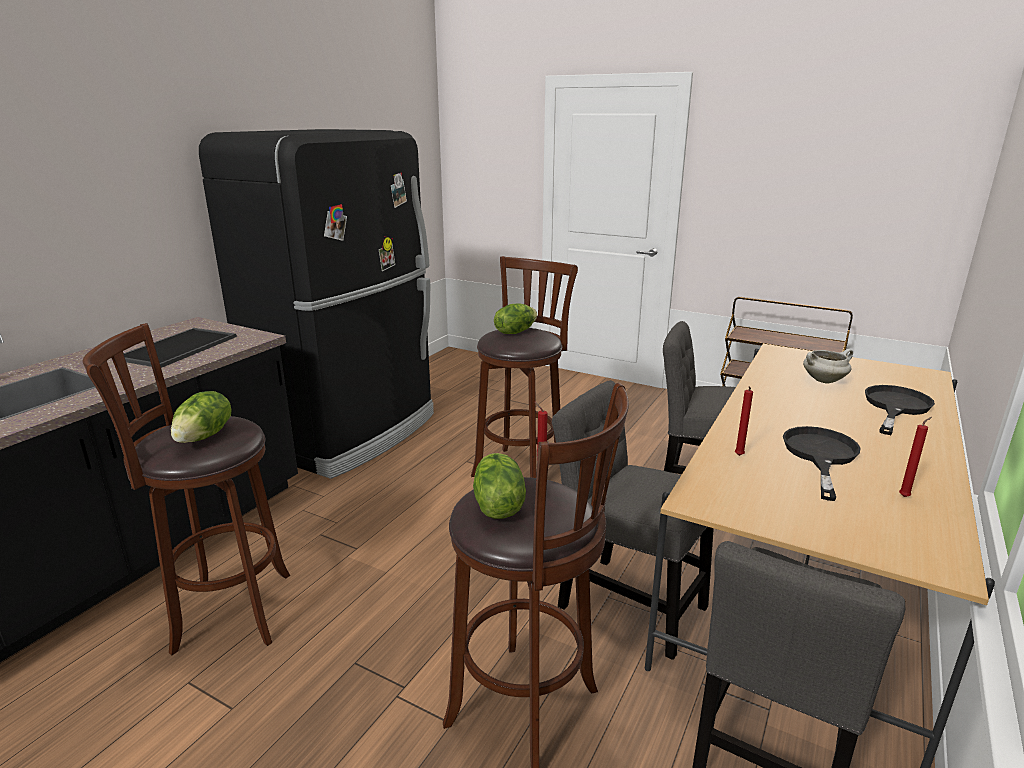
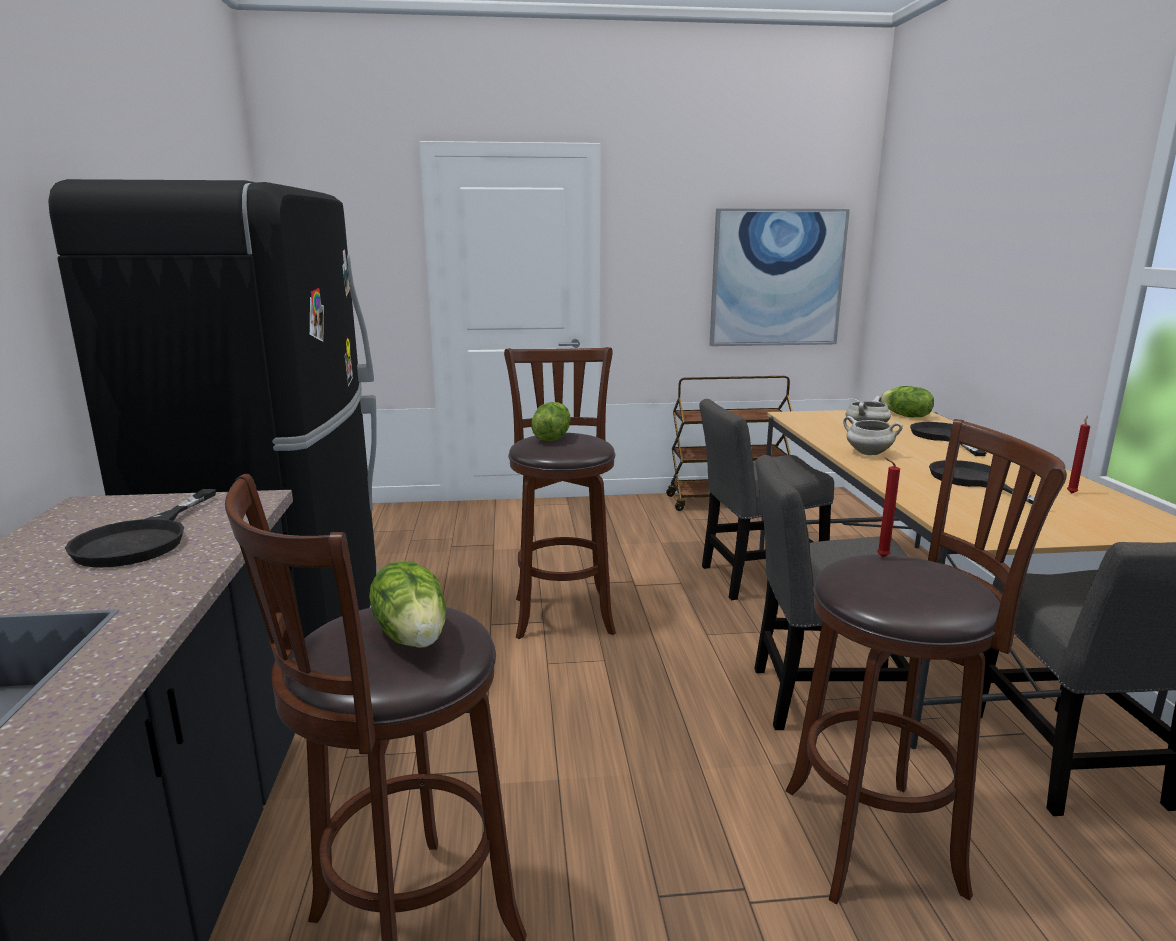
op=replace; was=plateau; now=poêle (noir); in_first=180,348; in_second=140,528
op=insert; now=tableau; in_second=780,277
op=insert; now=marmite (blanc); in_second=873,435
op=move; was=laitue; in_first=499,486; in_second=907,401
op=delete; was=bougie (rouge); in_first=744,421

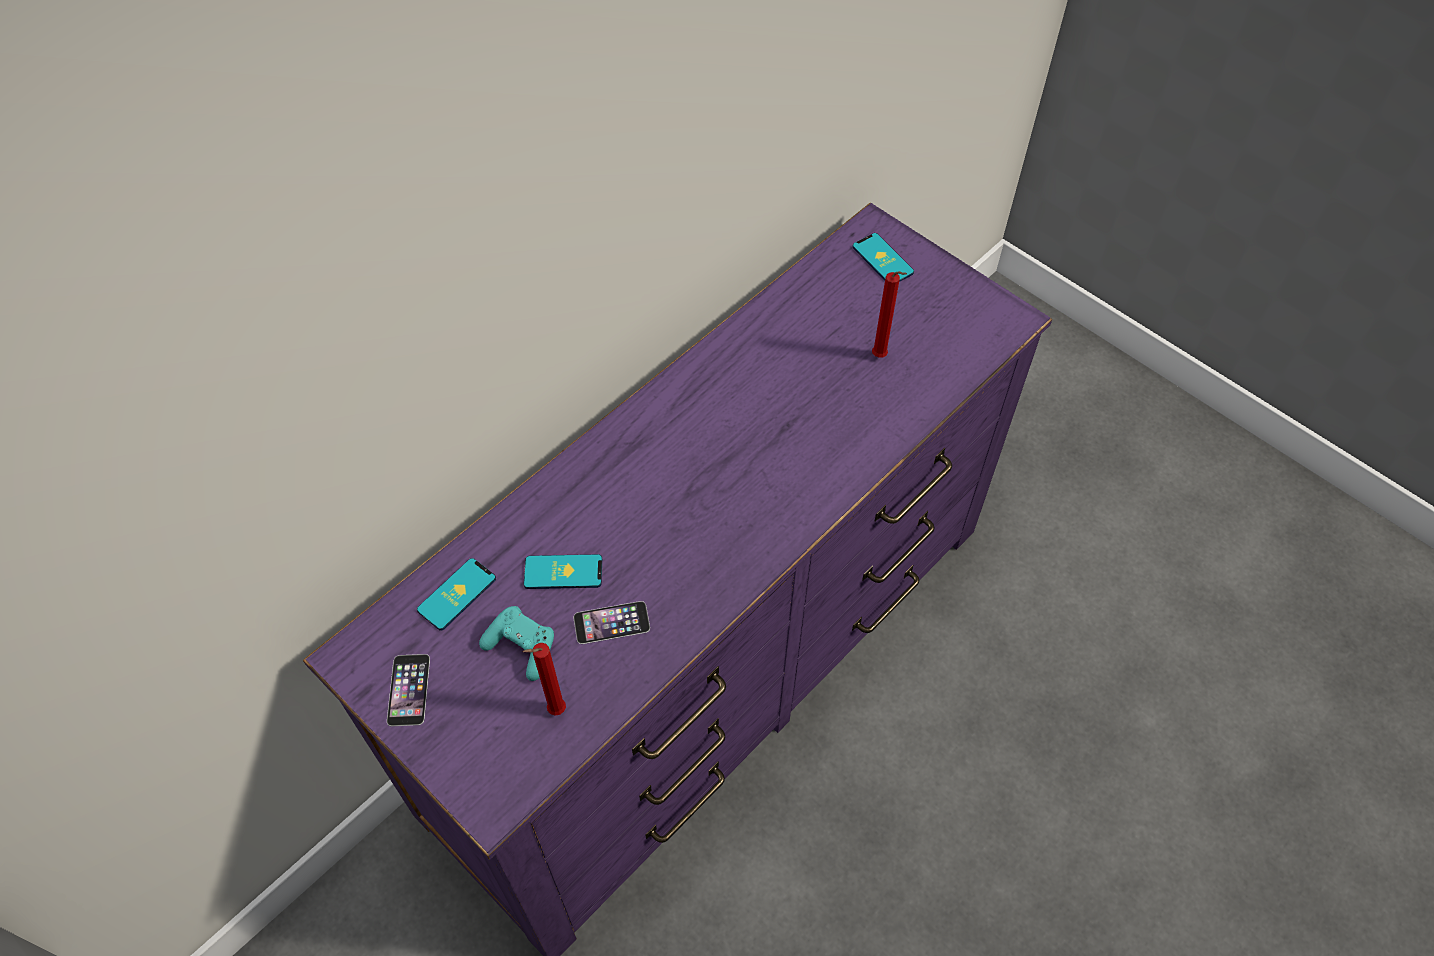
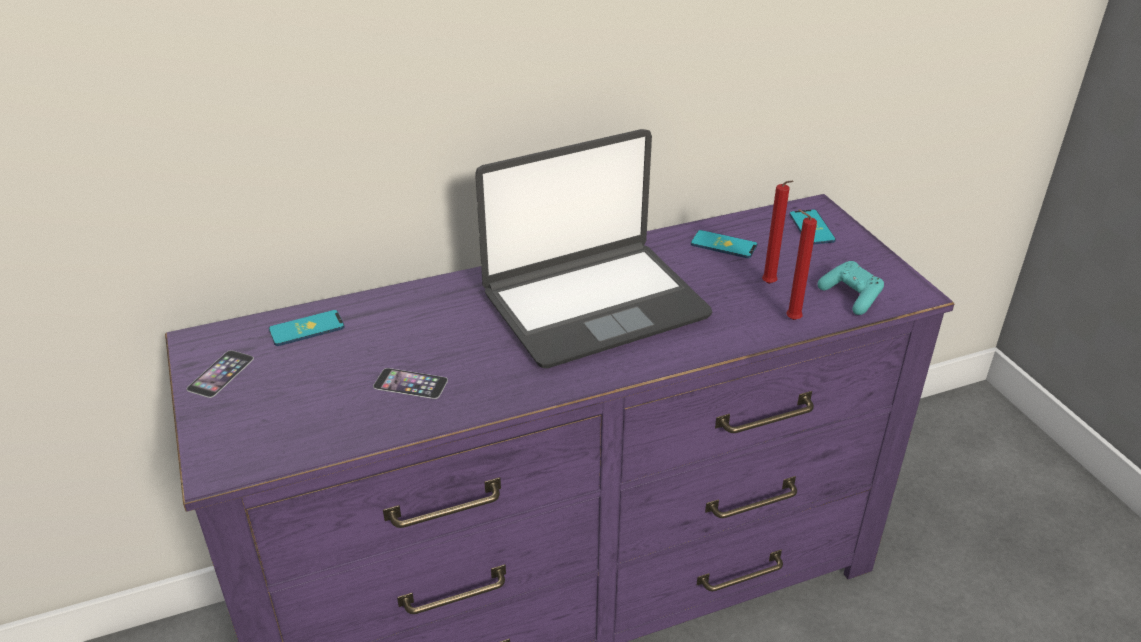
op=insert; now=ordinateur portable; in_second=593,248
op=move; was=téléphone; in_first=563,571; in_second=724,244
op=move; was=bougie (rouge); in_first=544,679; in_second=801,264
op=move; was=manette (turquoise); in_first=516,643; in_second=850,288

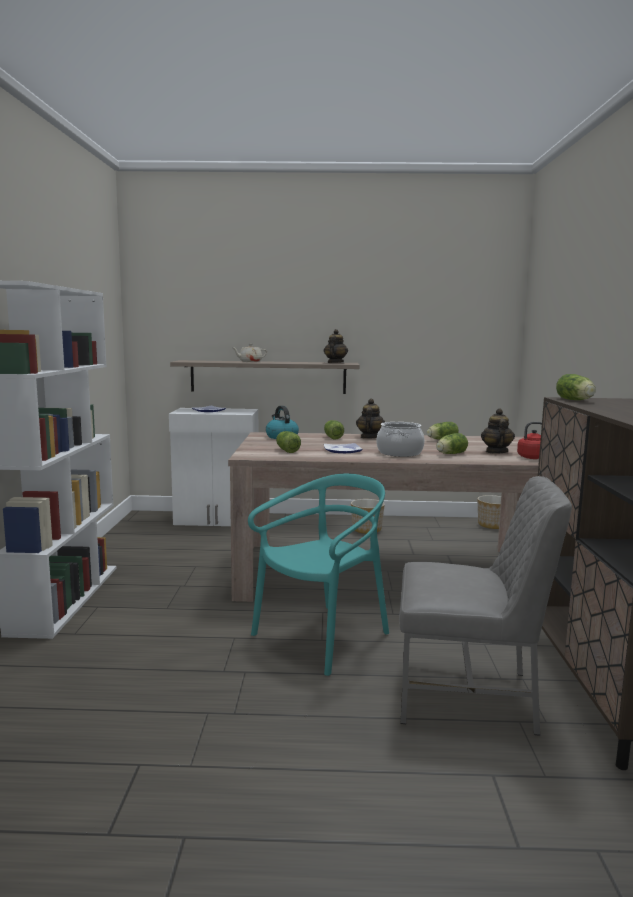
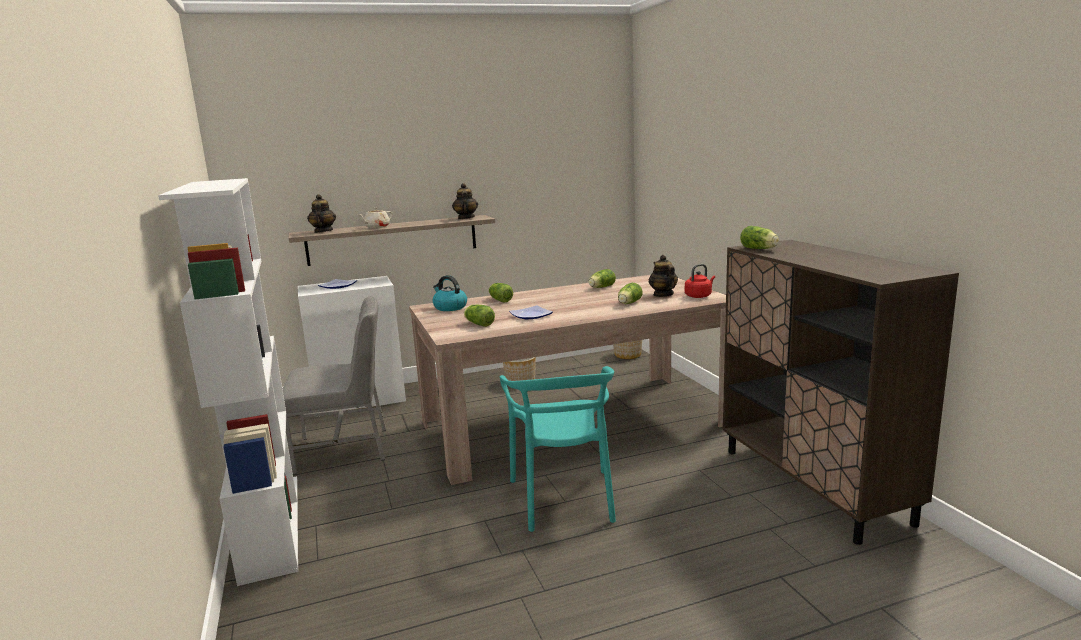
op=move; was=chaise (gris); in_first=485,606; in_second=334,385
op=move; was=théière; in_first=370,419; in_second=321,213
op=rotate; was=chaise (turquoise); in_first=318,575; in_second=558,449; clockwise=150
op=delete; was=marmite; in_first=400,439

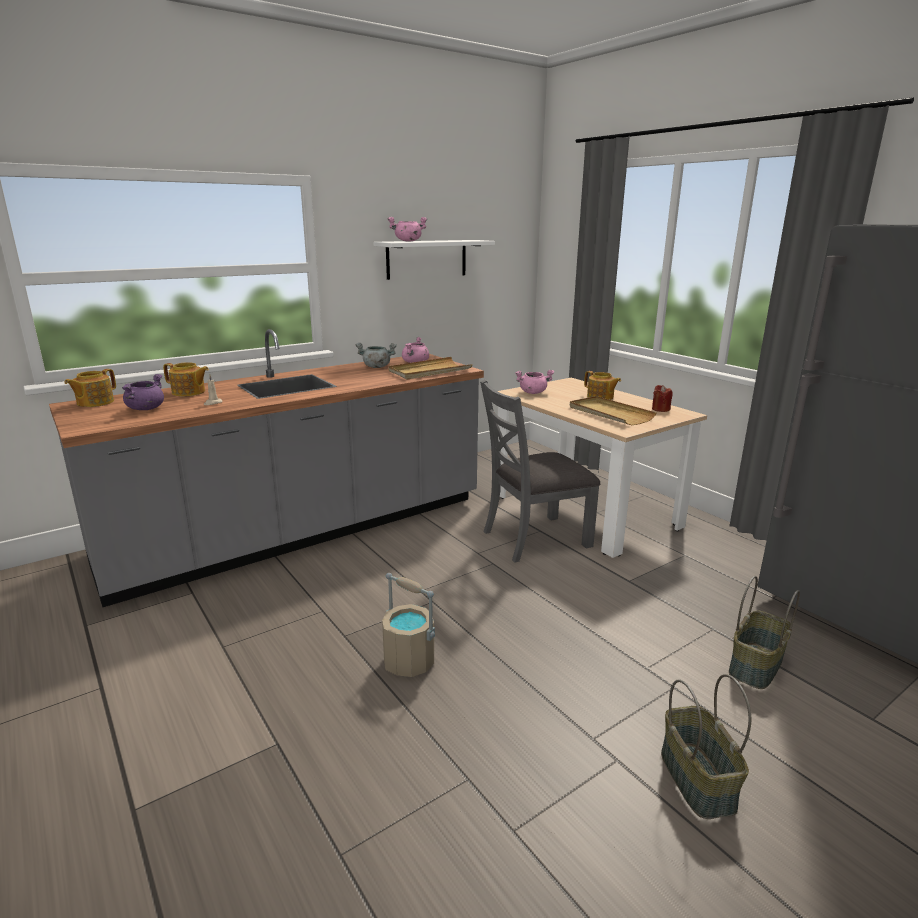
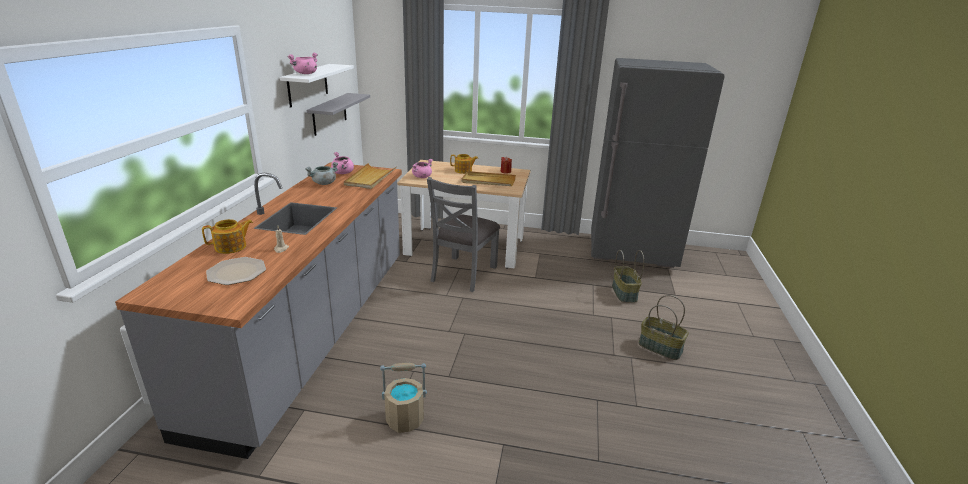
op=replace; was=marmite (violet); now=assiette; in_first=143,392; in_second=236,271
op=insert; now=étagère (gris); in_second=338,114
op=move; was=seau (beige); in_first=408,625; in_second=403,398
op=delete; was=théière; in_first=90,388

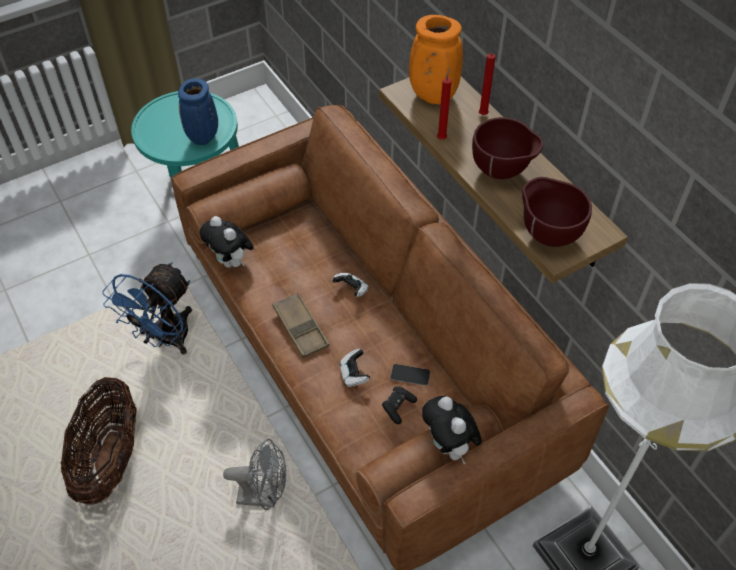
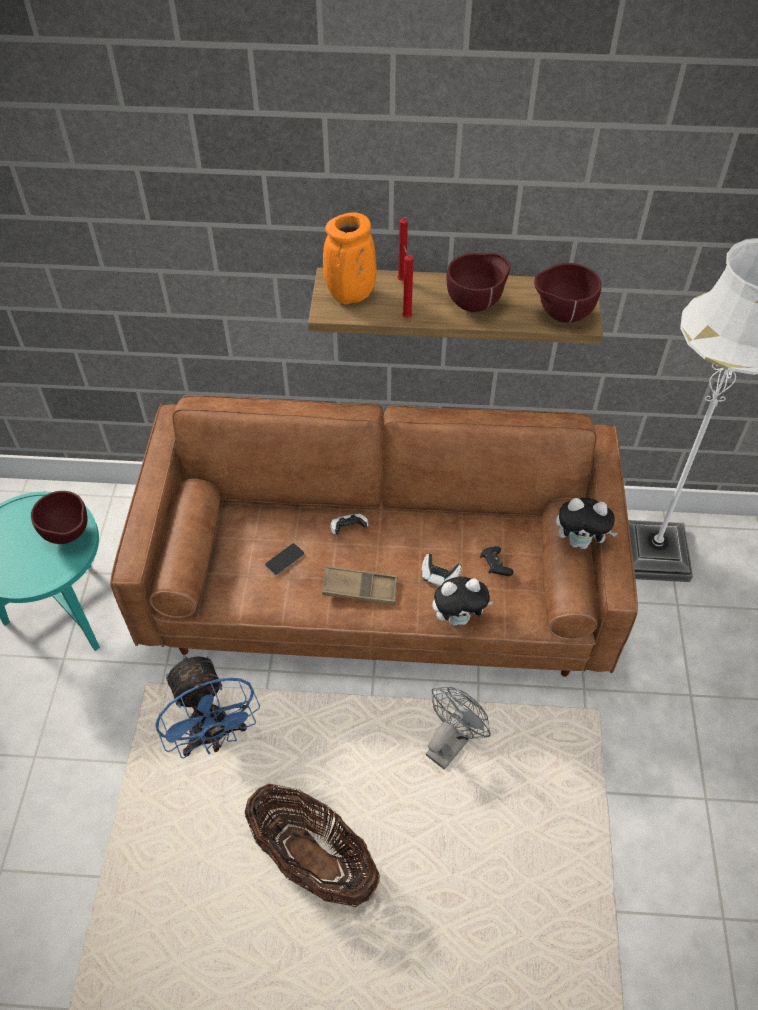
op=replace; was=vase (bleu); now=bol (marron); in_first=198,111; in_second=59,517
op=move; was=téléphone; in_first=410,375; in_second=284,559
op=move; was=peluche; in_first=226,242; in_second=463,601

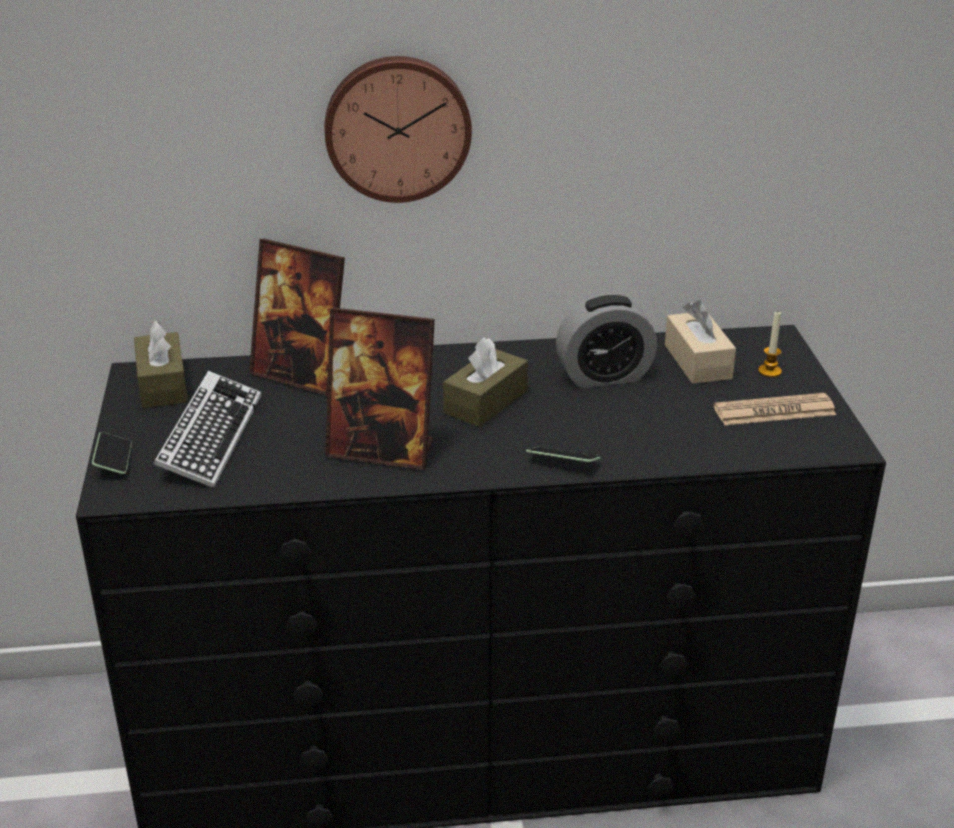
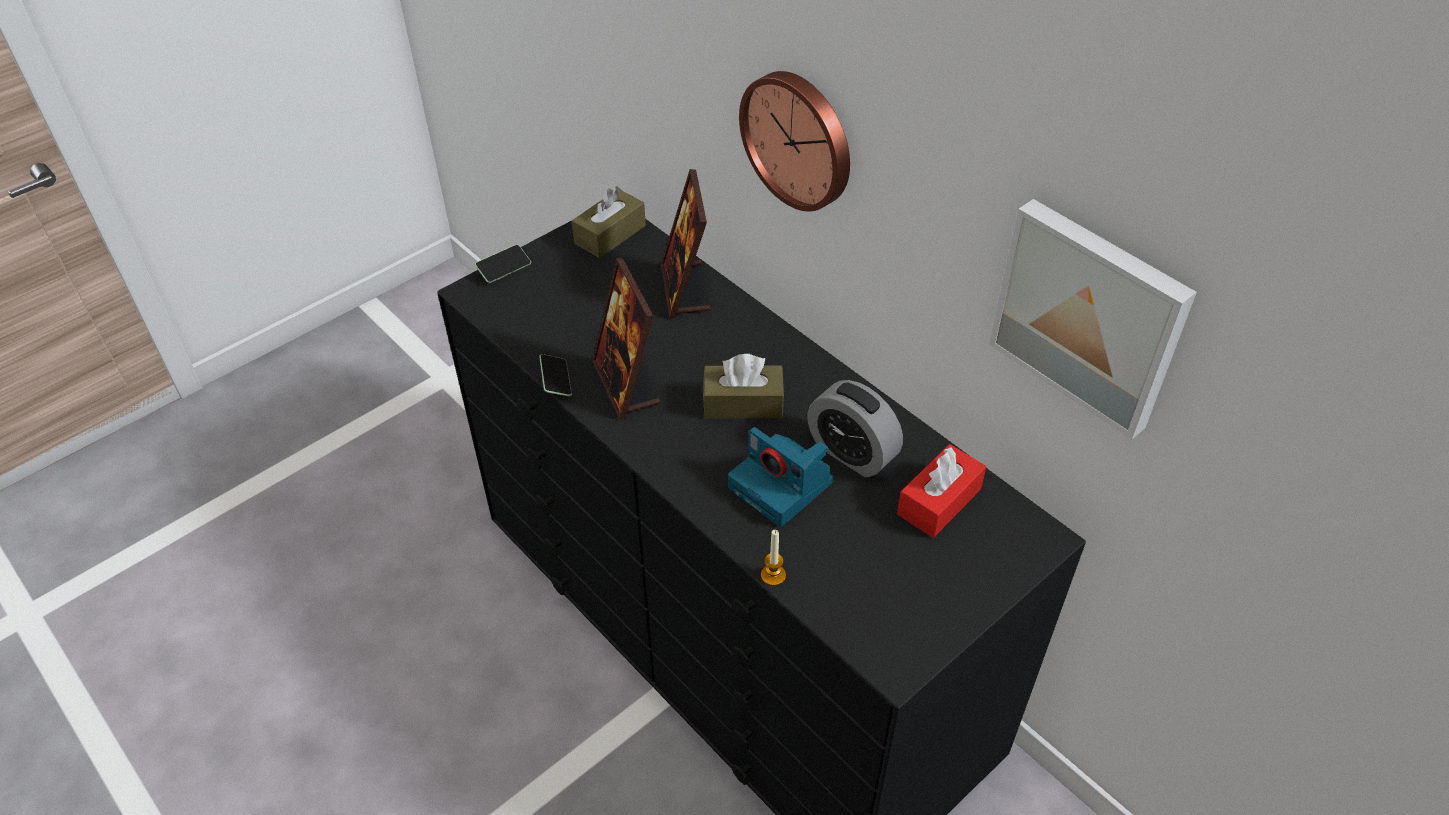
op=move; was=téléphone; in_first=563,454; in_second=555,375
op=insert; now=appareil photo; in_second=780,477
op=move; was=bougie; in_first=770,344; in_second=773,558
op=recolor; was=boîte à mouchoirs (beige); now=boîte à mouchoirs (rouge); in_first=700,342; in_second=941,491
op=insert; now=tableau; in_second=1093,319
op=delete; was=clavier; in_first=207,429
op=delete; was=journal; in_first=775,409

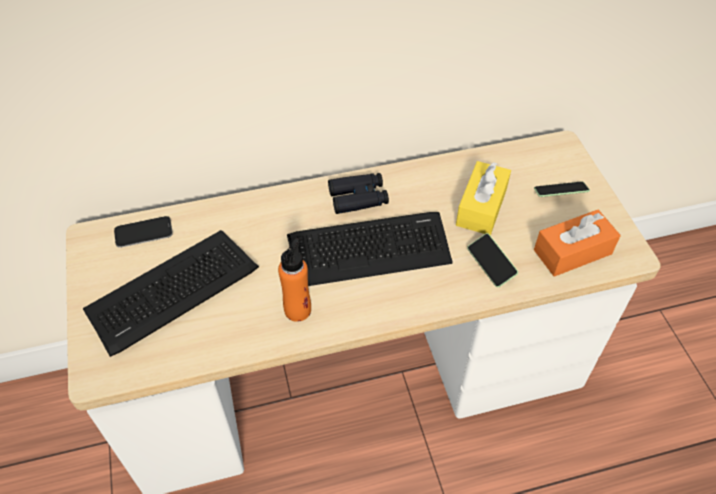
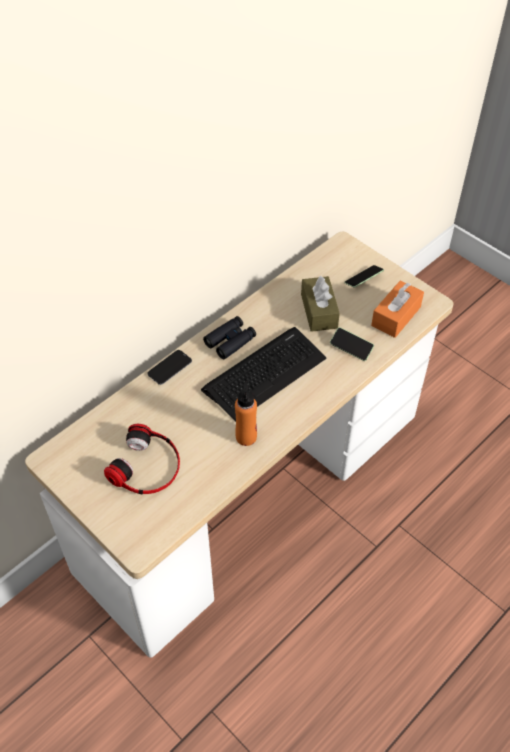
op=replace; was=clavier; now=casque audio; in_first=171,293; in_second=142,459
op=move; was=téléphone; in_first=143,232; in_second=169,367
op=recolor; was=boîte à mouchoirs (jaune); now=boîte à mouchoirs (marron); in_first=483,198; in_second=320,304

